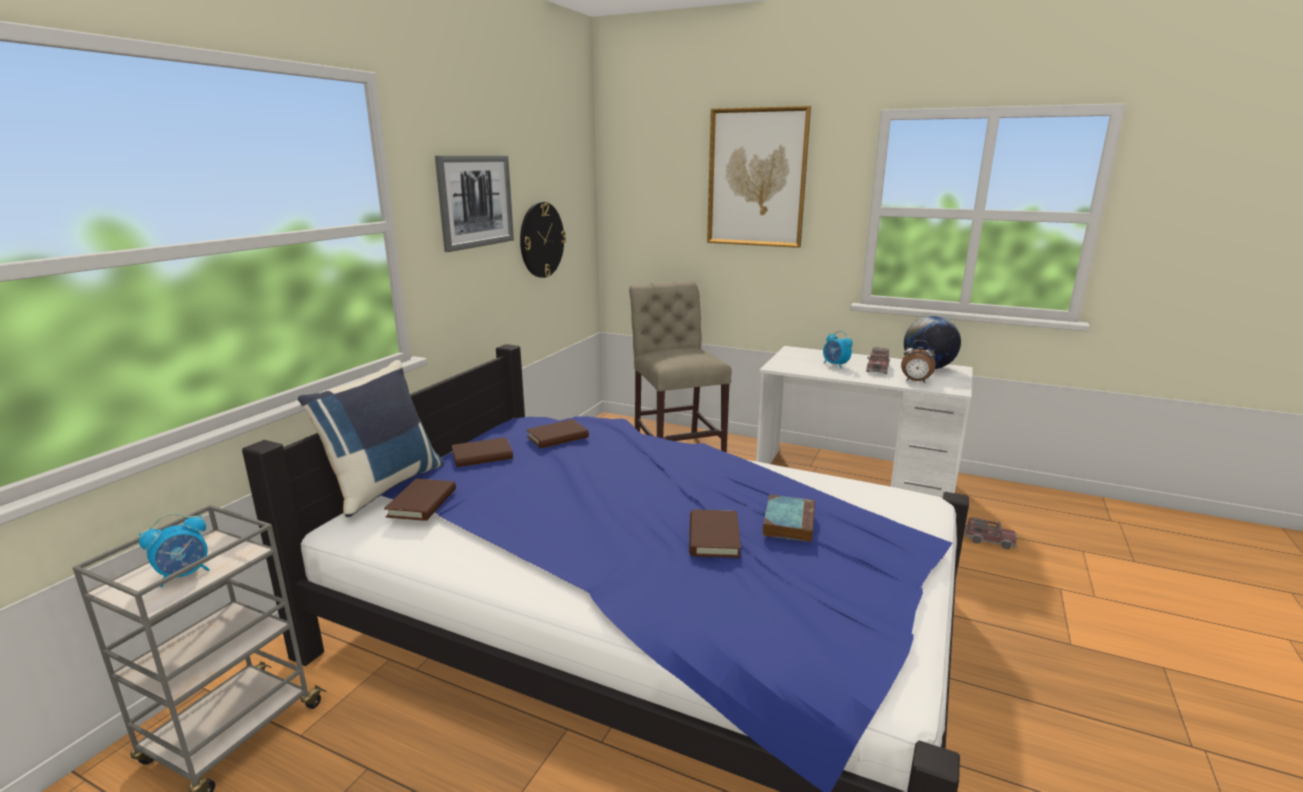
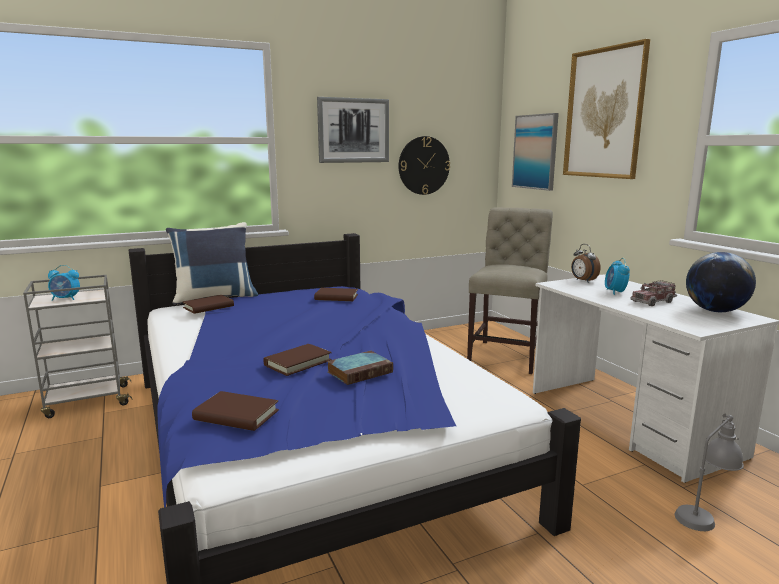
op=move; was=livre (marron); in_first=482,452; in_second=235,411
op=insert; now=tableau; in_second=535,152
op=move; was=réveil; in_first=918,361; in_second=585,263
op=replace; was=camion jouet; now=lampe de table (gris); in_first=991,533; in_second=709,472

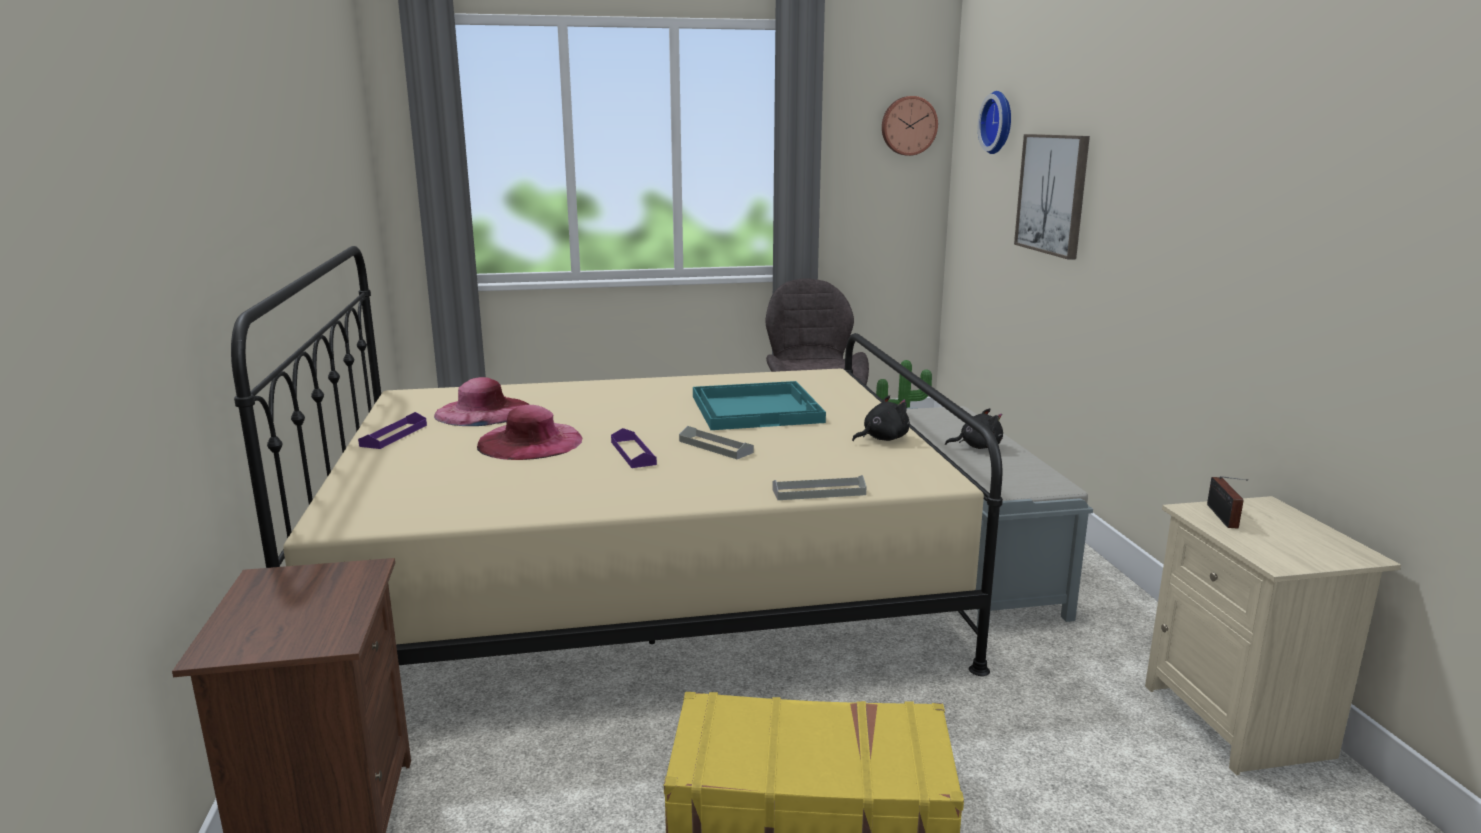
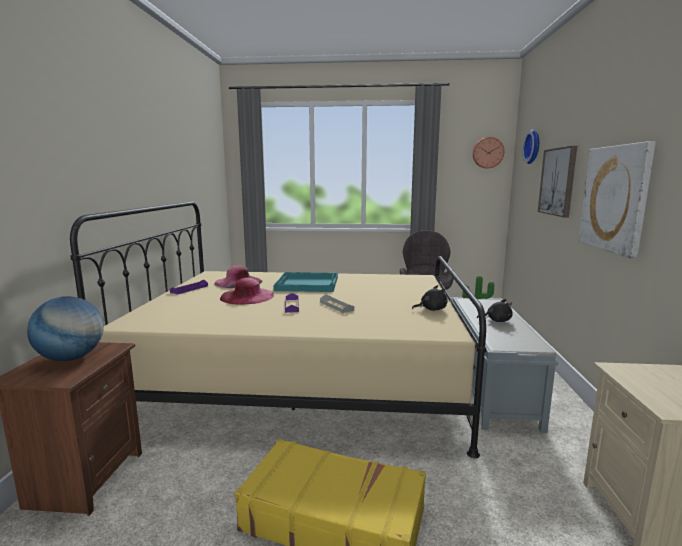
op=insert; now=globe; in_second=65,328
op=move; was=plateau (turquoise); in_first=759,405; in_second=305,282
op=insert; now=tableau; in_second=617,199
op=delete; was=plateau (gris); in_first=819,487
op=delete; was=radio; in_first=1227,502

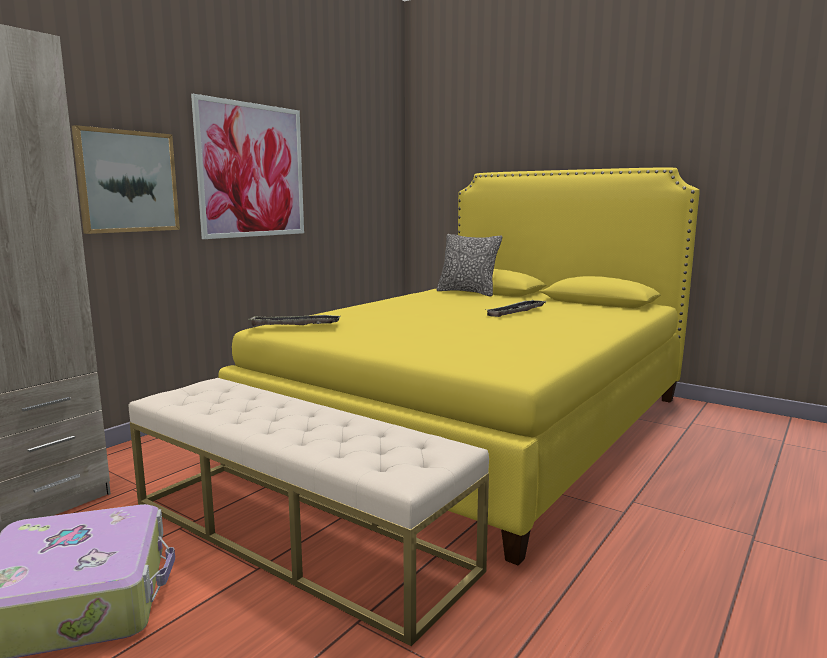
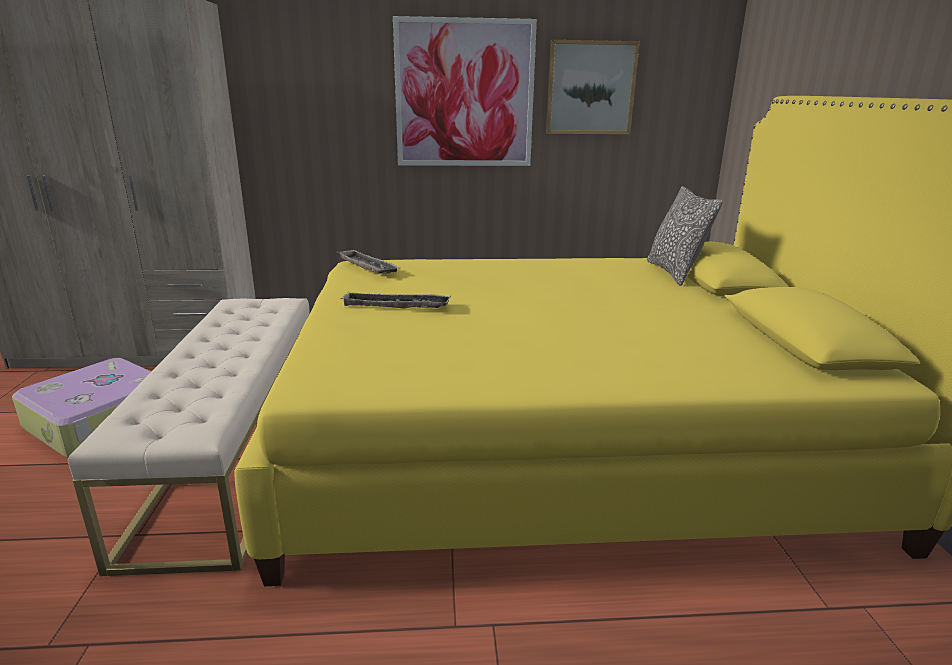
op=move; was=plateau; in_first=516,308; in_second=395,300
op=move; was=tableau; in_first=126,179; in_second=593,87

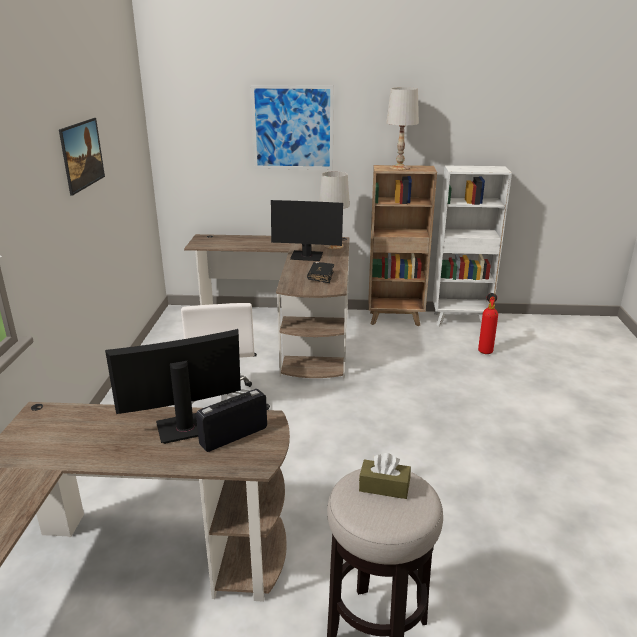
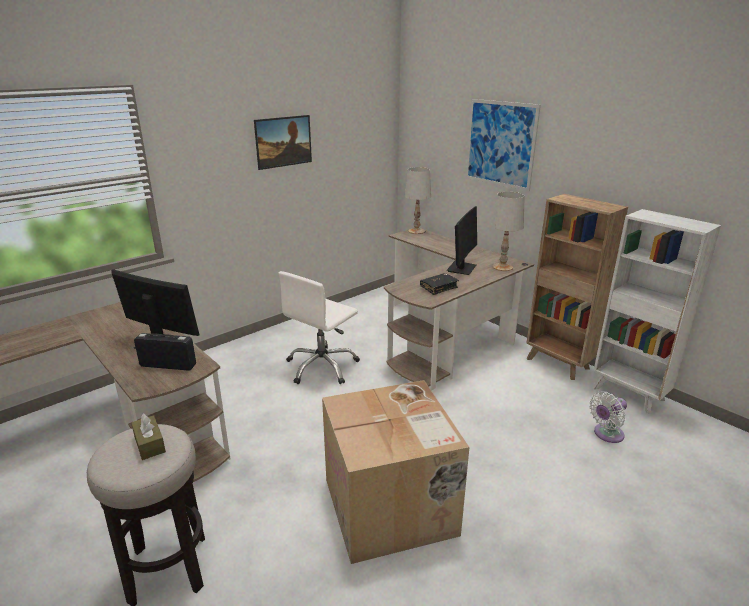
op=insert; now=carton; in_second=395,472
op=move; was=lampe de table (blanc); in_first=402,128; in_second=418,200
op=rotate; was=écran d'ordinateur; in_first=307,230; in_second=462,240; clockwise=-120
op=replace; was=extincteur; now=ventilateur (blanc); in_first=488,323; in_second=608,417

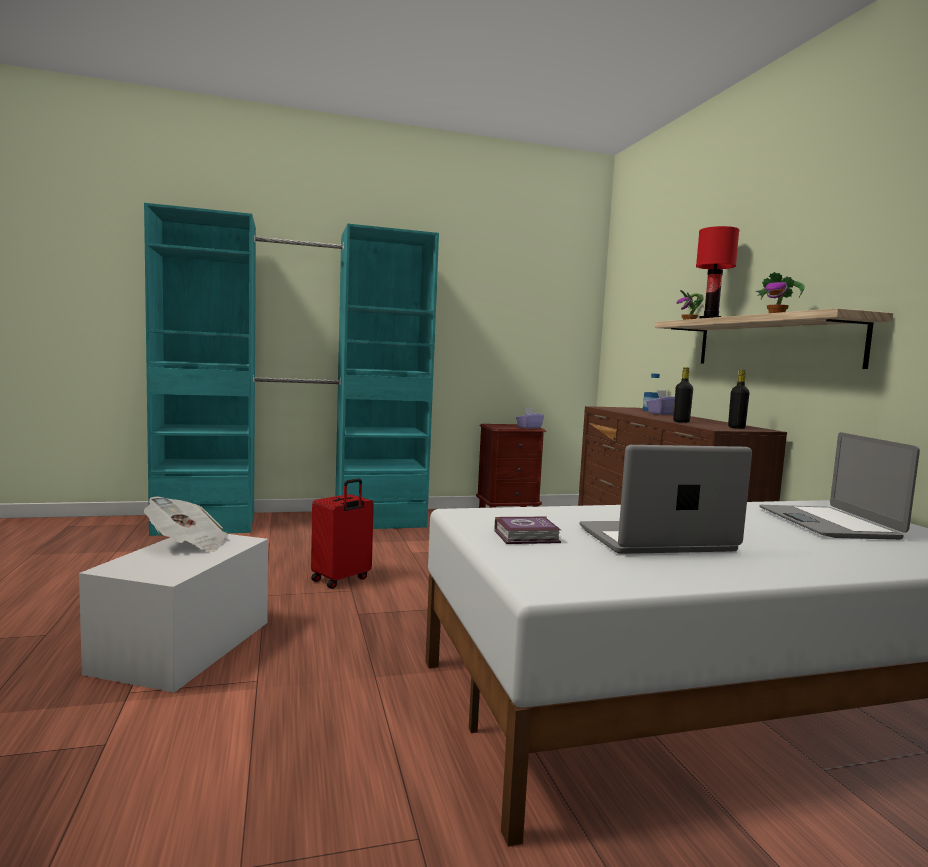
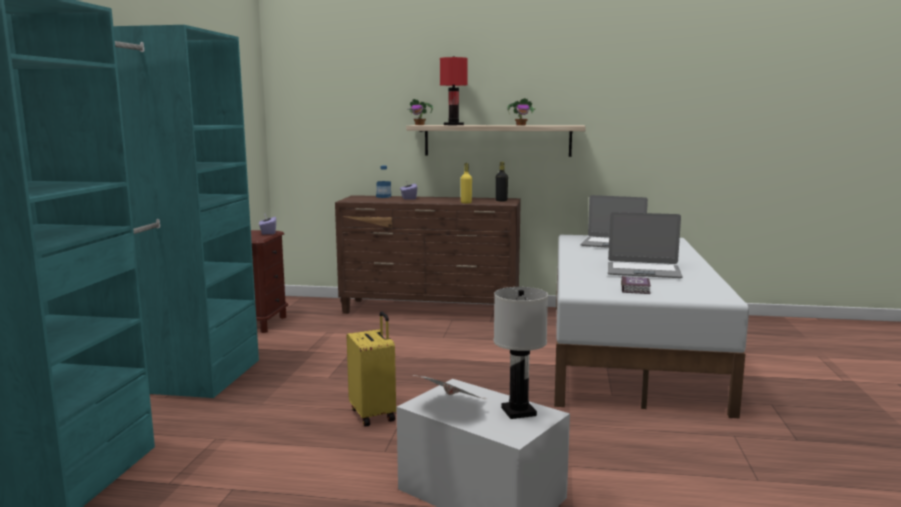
op=recolor; was=valise (rouge); now=valise (jaune); in_first=342,533; in_second=371,368
op=recolor; was=bouteille (noir); now=bouteille (jaune); in_first=683,395; in_second=466,183
op=insert; now=lampe de table (blanc); in_second=521,353
op=rotate; was=ordinateur portable; in_first=665,499; in_second=645,245; clockwise=-90

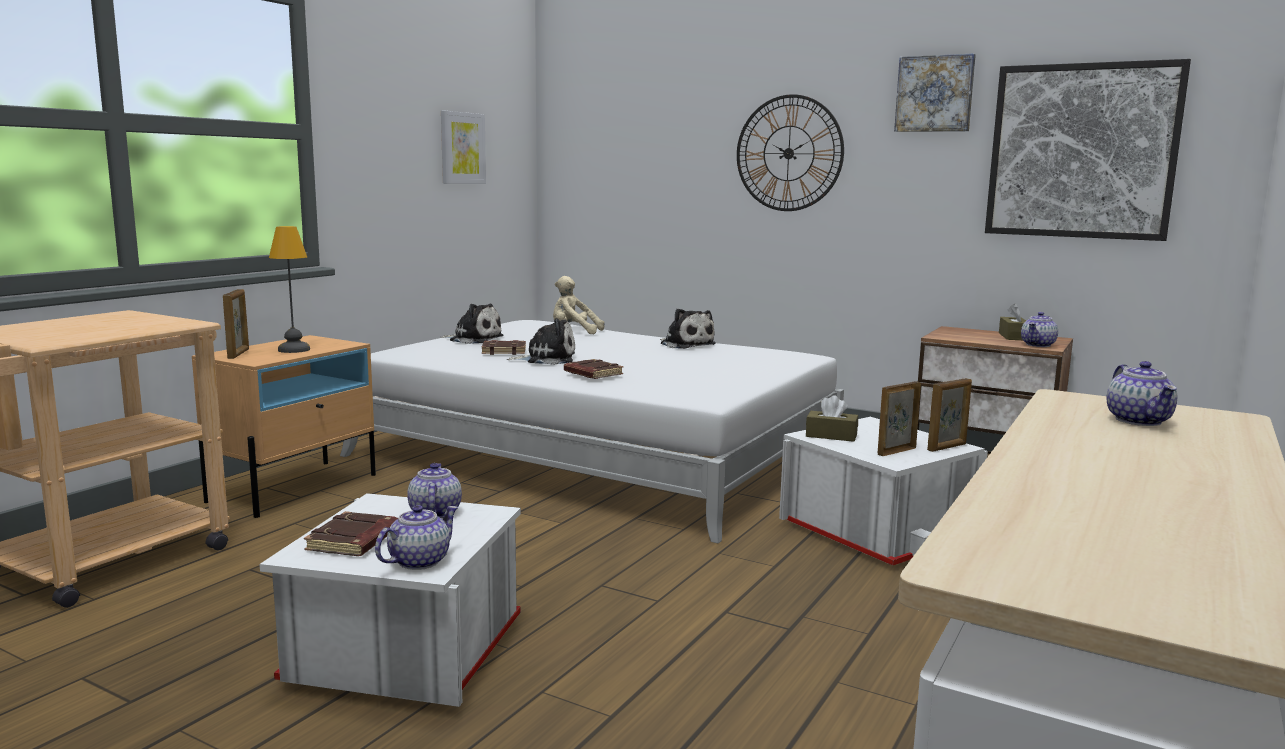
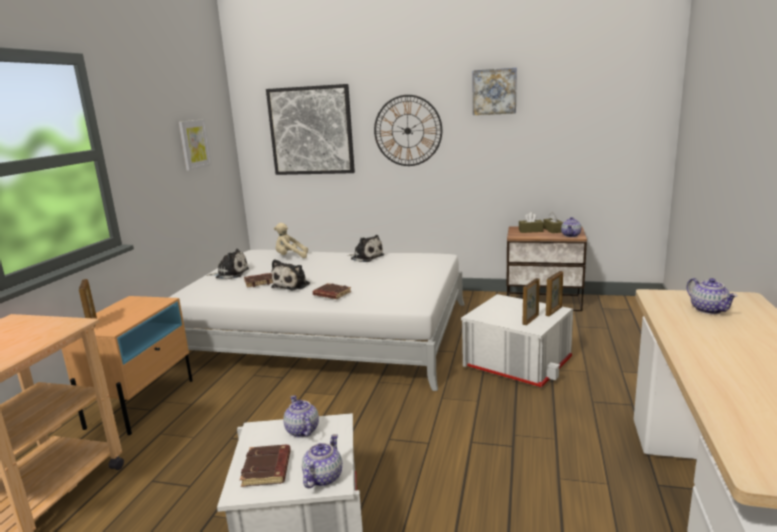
op=move; was=tableau; in_first=1088,150; in_second=310,129
op=rotate; was=peluche; in_first=541,341; in_second=290,274; clockwise=135
op=move; was=boîte à mouchoirs (marron); in_first=832,418; in_second=531,222
op=delete; was=lampe de table; in_first=289,289

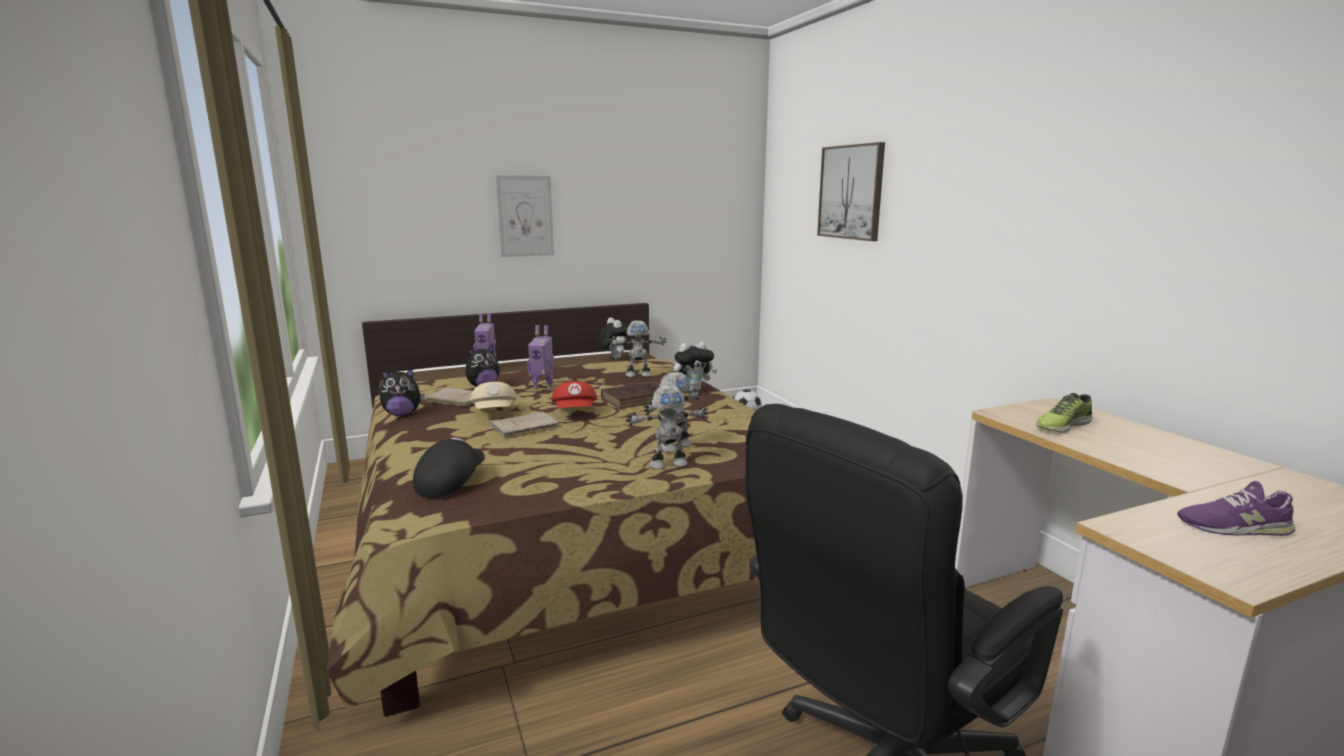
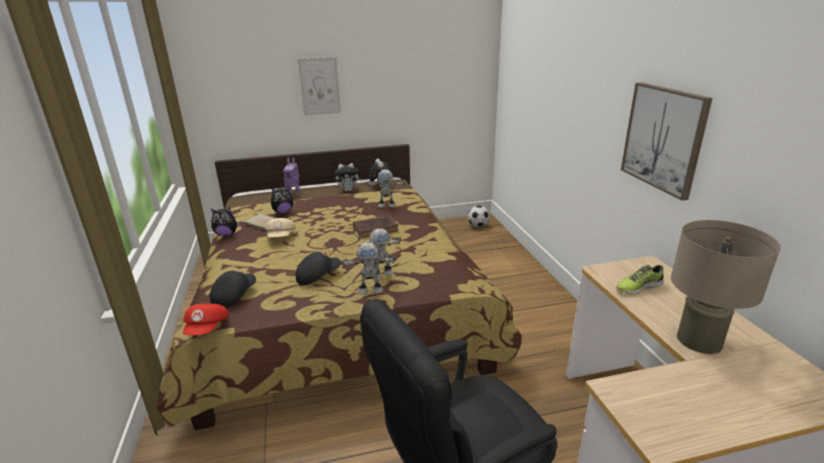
op=move; was=casquette (rouge); in_first=574,394; in_second=206,319
op=insert; now=casquette (noir); in_second=318,268
op=move; was=peluche; in_first=695,367; in_second=348,177
op=move; was=tableau; in_first=851,191; in_second=666,141
op=insert; now=lampe de table (beige); in_second=726,287
op=delete; was=livre (beige); in_first=524,424
op=delete; was=robot jouet; in_first=540,357
op=delete; was=chaussure (violet); in_first=1236,508

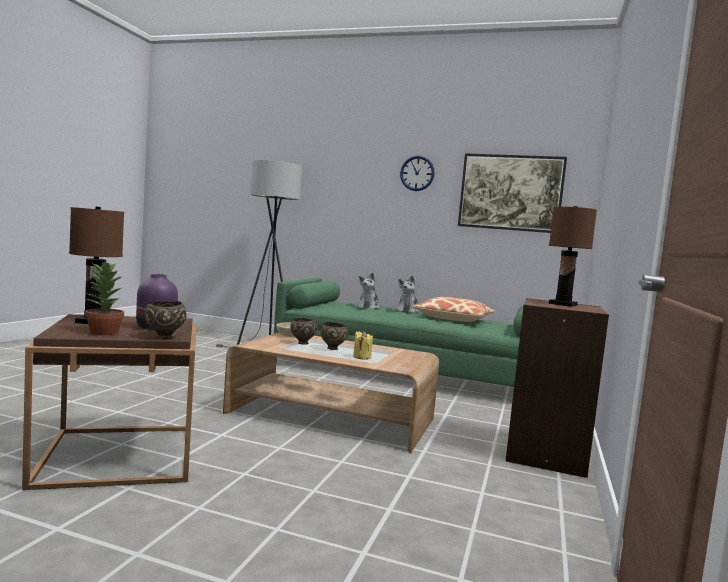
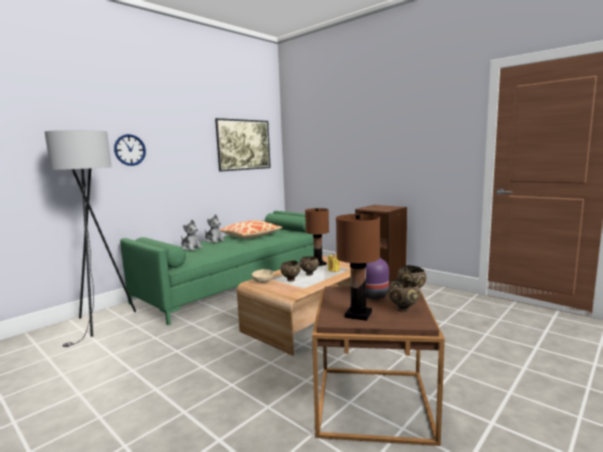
op=move; was=horloge murale; in_first=417,173; in_second=130,150
op=move; was=lampe de table (marron); in_first=573,256; in_second=317,237
op=replace; was=plante en pot; now=bol (marron); in_first=104,298; in_second=404,295

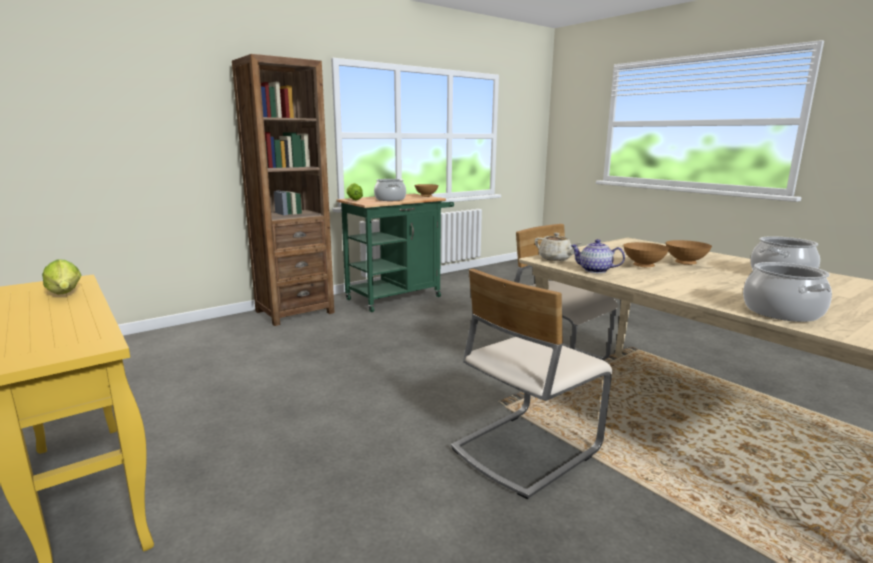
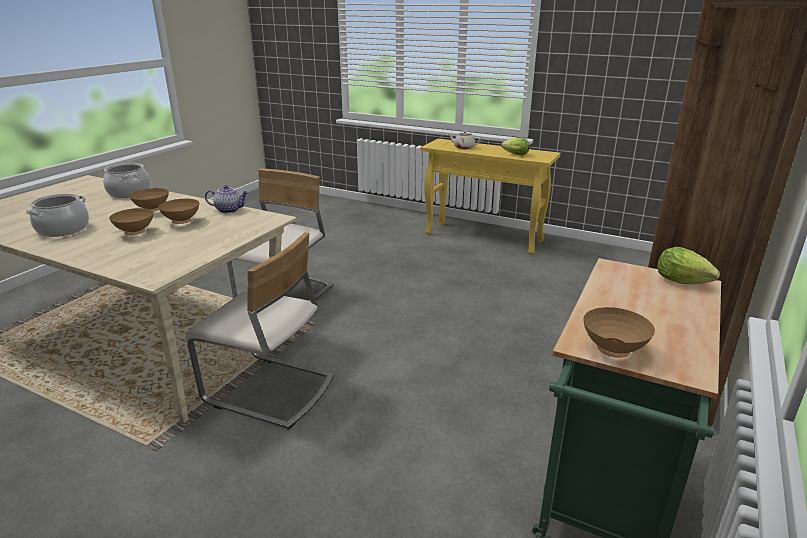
op=insert; now=bol (marron); in_second=149,199
op=move; was=théière (beige); in_first=558,247; in_second=464,140
op=delete; was=marmite; in_first=390,190

